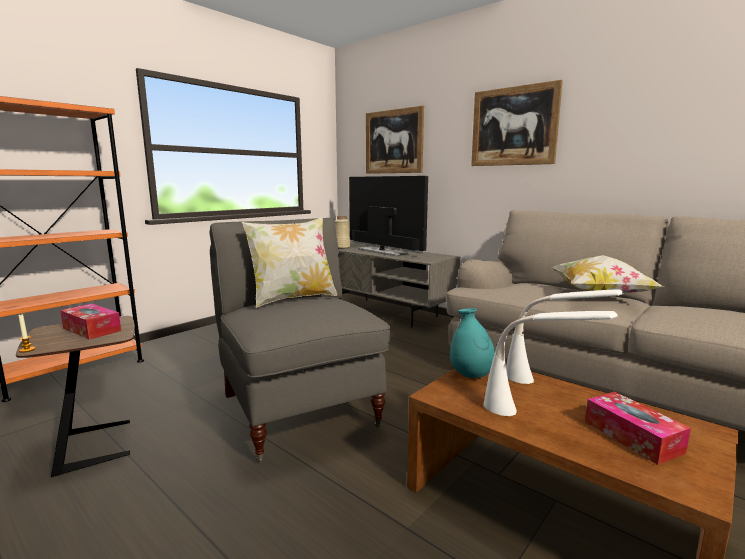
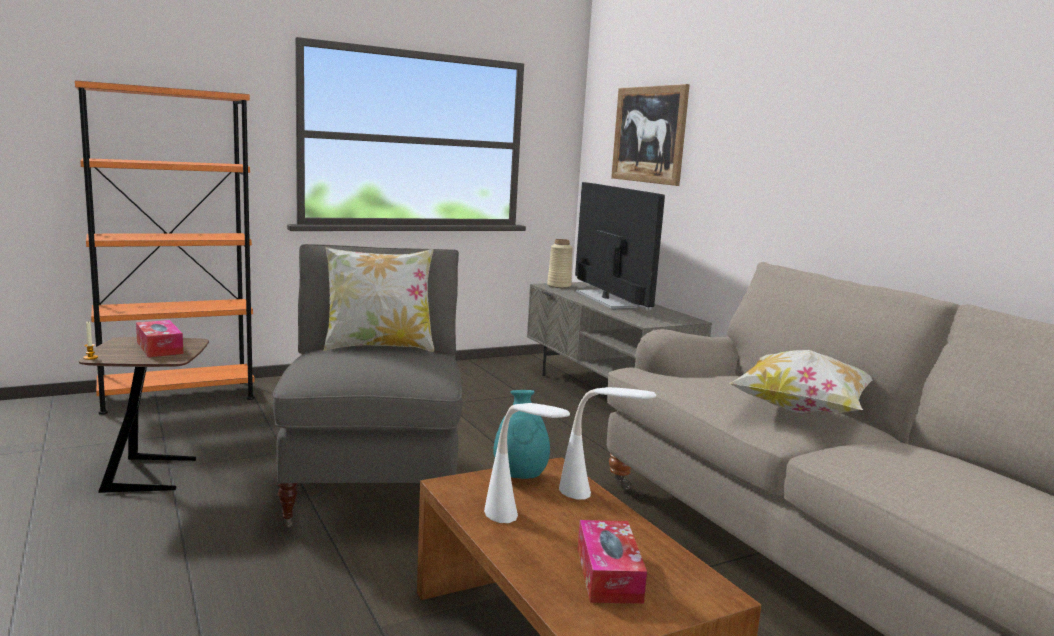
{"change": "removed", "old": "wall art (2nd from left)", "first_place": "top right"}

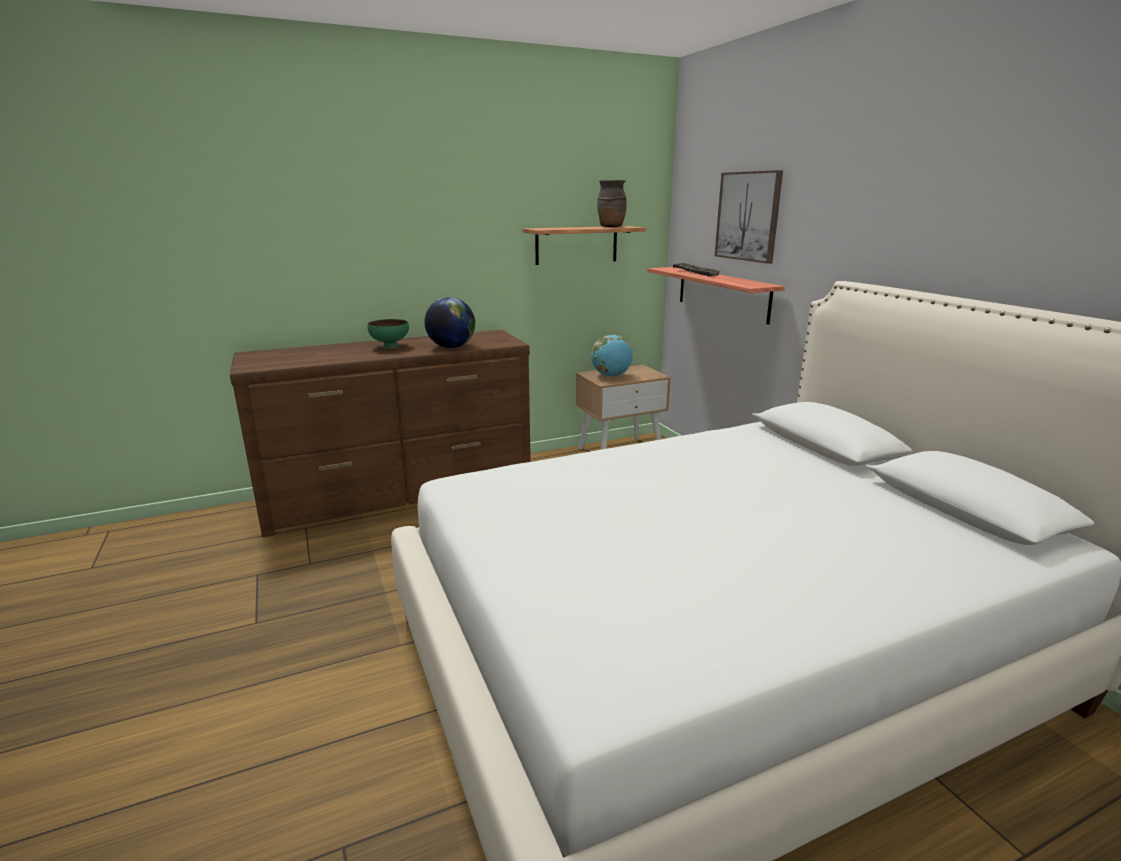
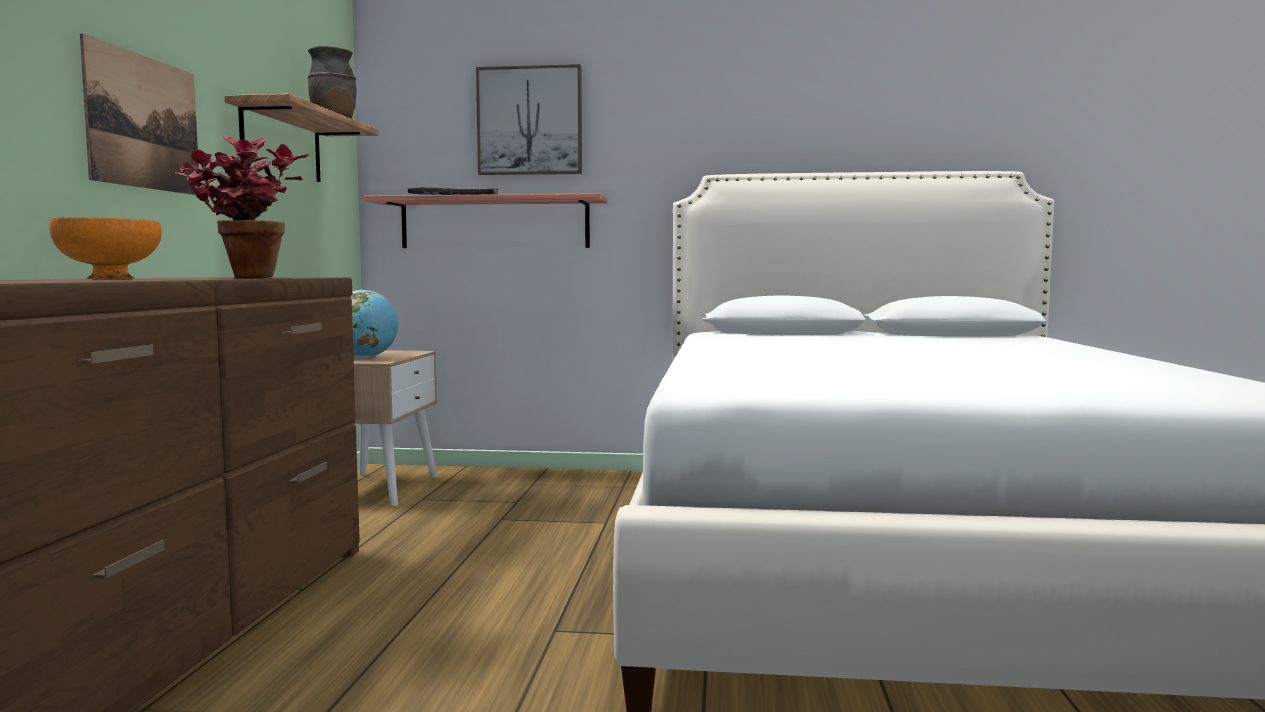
{"change": "added", "new": "wall art (1st from left)", "second_place": "top left"}
{"change": "replaced", "old": "globe (1st from left)", "new": "houseplant", "first_place": "centre", "second_place": "top left"}
{"change": "recoloured", "old": "bowl in green", "new": "bowl in orangey", "first_place": "centre", "second_place": "middle left"}

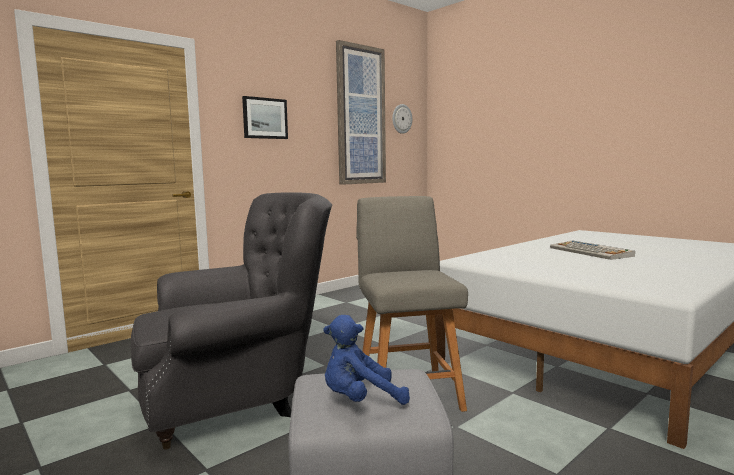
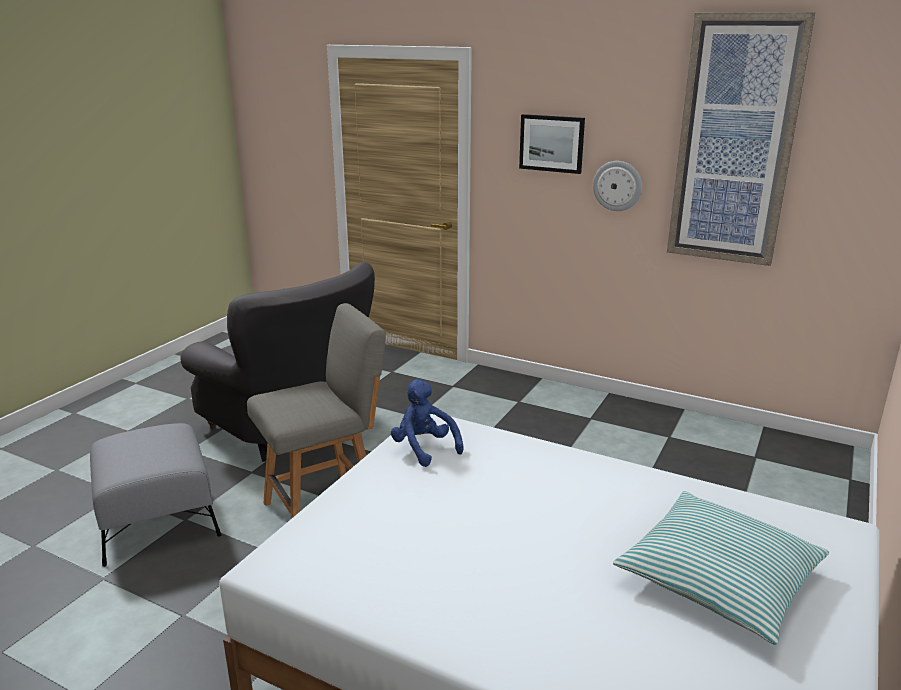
{"change": "removed", "old": "computer keyboard", "first_place": "middle right"}
{"change": "added", "new": "cushion", "second_place": "bottom right"}
{"change": "moved", "old": "cuddly toy in bluish", "first_place": "bottom centre", "second_place": "centre"}
{"change": "moved", "old": "clock on the wall", "first_place": "top centre", "second_place": "top right"}

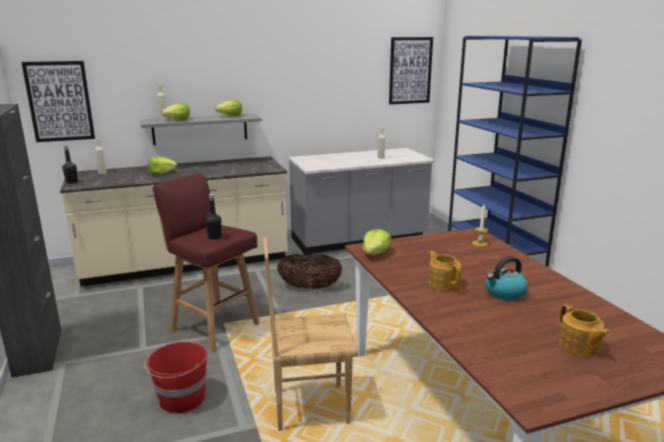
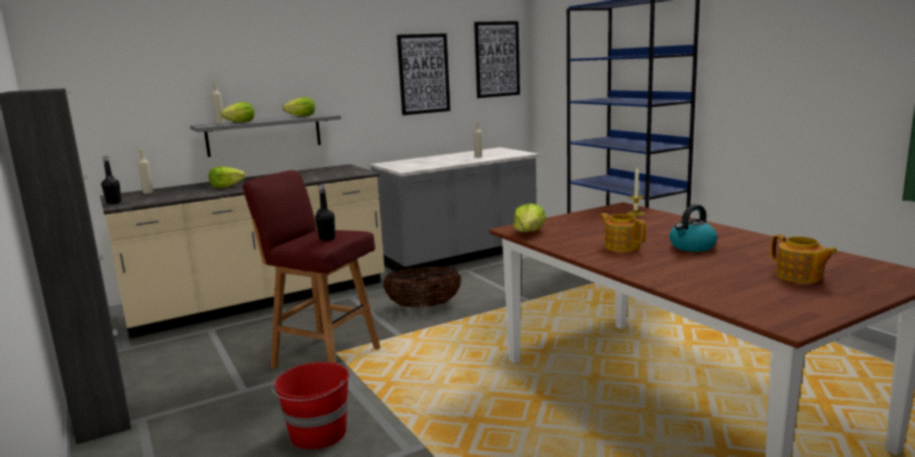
{"change": "removed", "old": "plain chair in brownish", "first_place": "bottom centre"}
{"change": "moved", "old": "wall art (1st from left)", "first_place": "top left", "second_place": "top centre"}

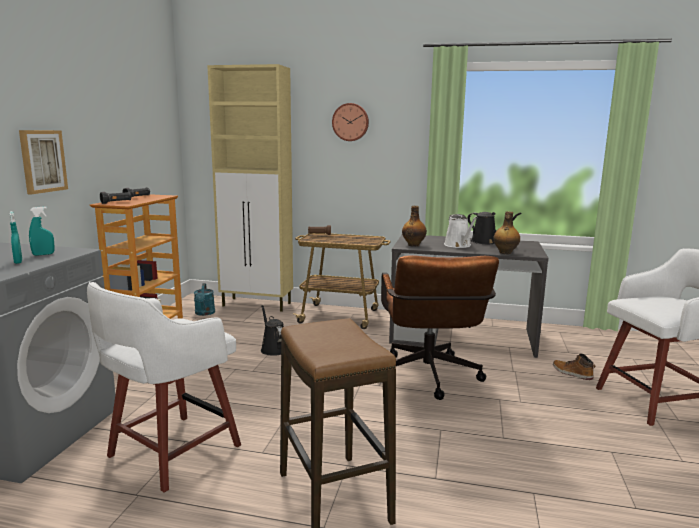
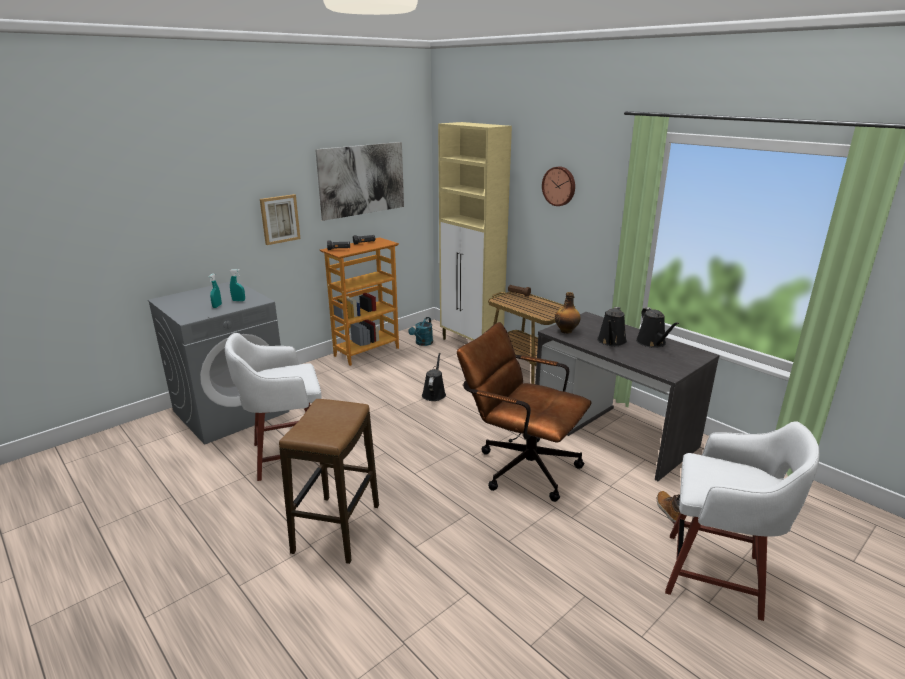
{"change": "removed", "old": "beverage bottle (2nd from left)", "first_place": "middle right"}
{"change": "added", "new": "wall art (2nd from left)", "second_place": "top centre"}
{"change": "recoloured", "old": "watering can in whitish", "new": "watering can in black (2nd from left)", "first_place": "centre", "second_place": "middle right"}
{"change": "turned", "old": "desk chair in brownish", "first_place": "centre", "second_place": "centre", "degrees": 90}

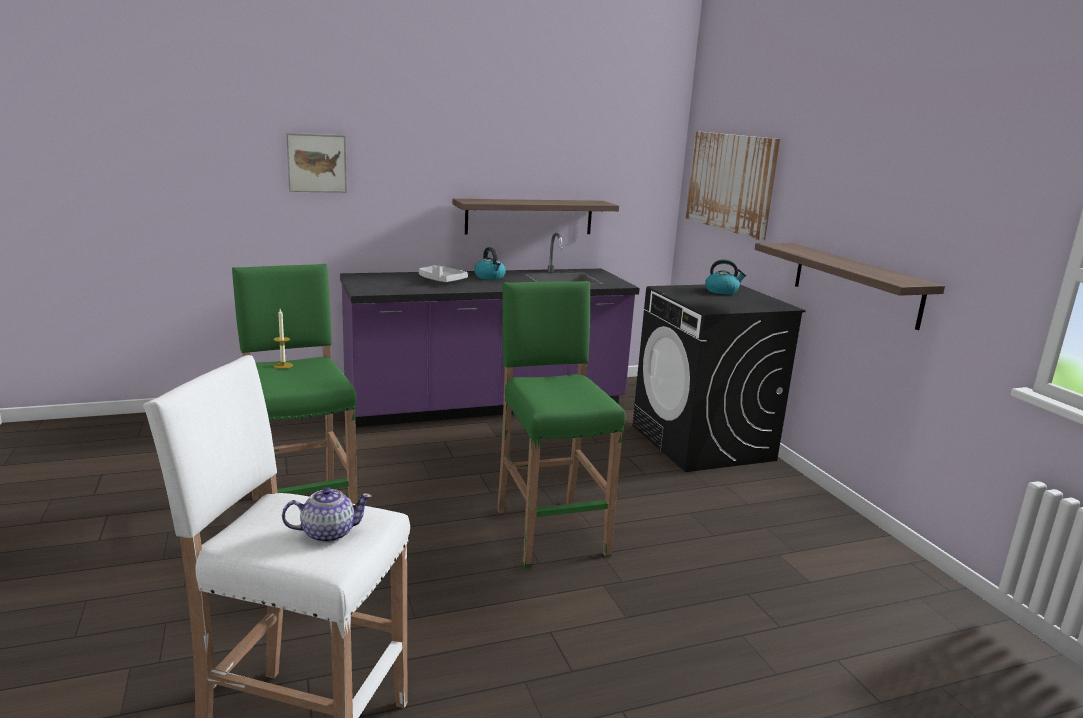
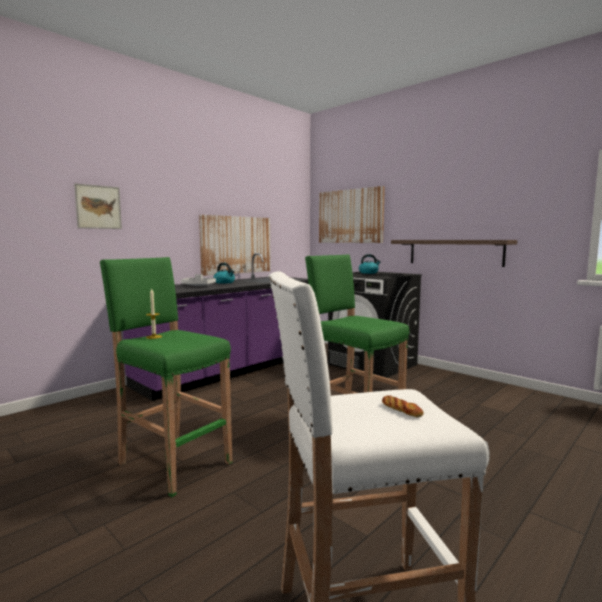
{"change": "replaced", "old": "tea pot", "new": "bread", "first_place": "bottom left", "second_place": "bottom right"}
{"change": "replaced", "old": "wall shelf (1st from left)", "new": "wall art (2nd from left)", "first_place": "top centre", "second_place": "centre"}

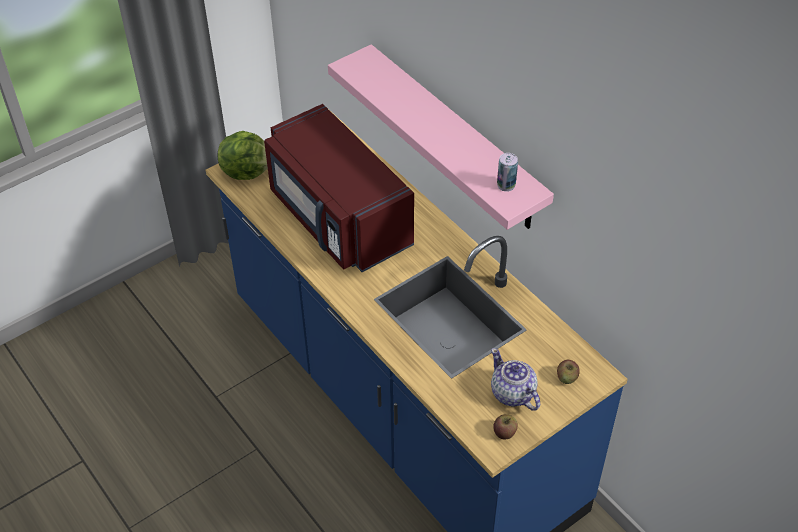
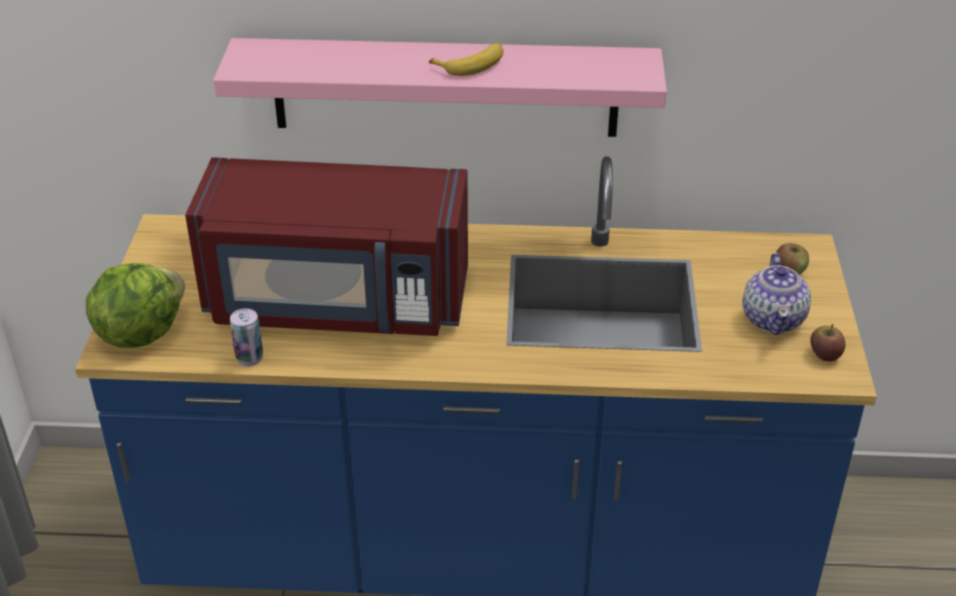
{"change": "added", "new": "whole banana", "second_place": "top centre"}
{"change": "moved", "old": "sealed can", "first_place": "top centre", "second_place": "middle left"}
{"change": "turned", "old": "tea pot", "first_place": "bottom centre", "second_place": "middle right", "degrees": -90}

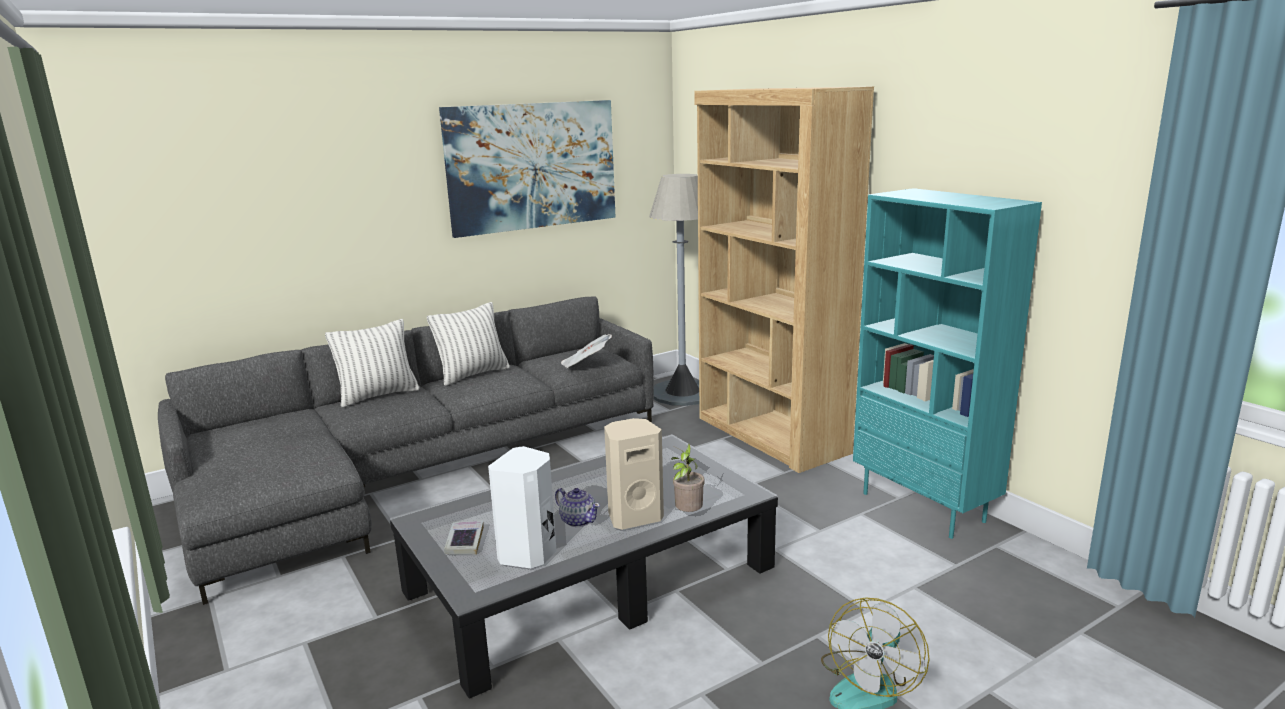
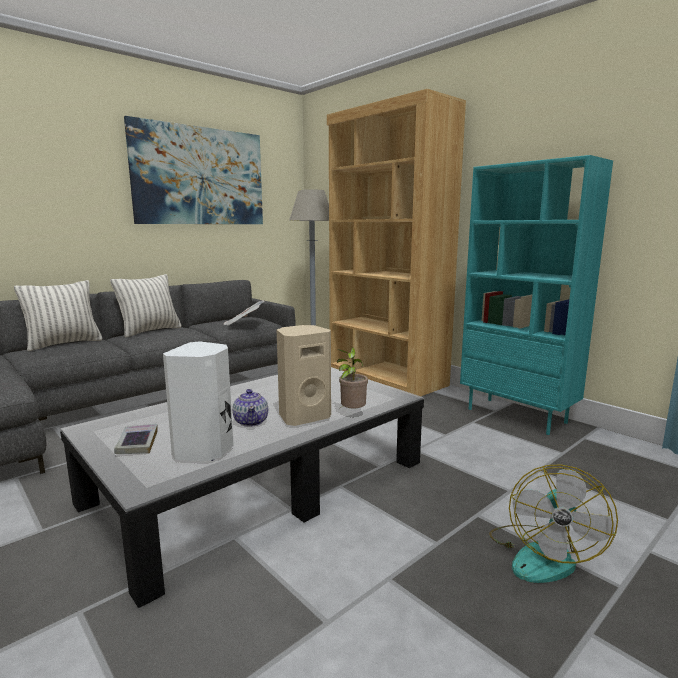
{"change": "turned", "old": "tea pot", "first_place": "bottom centre", "second_place": "centre", "degrees": 45}

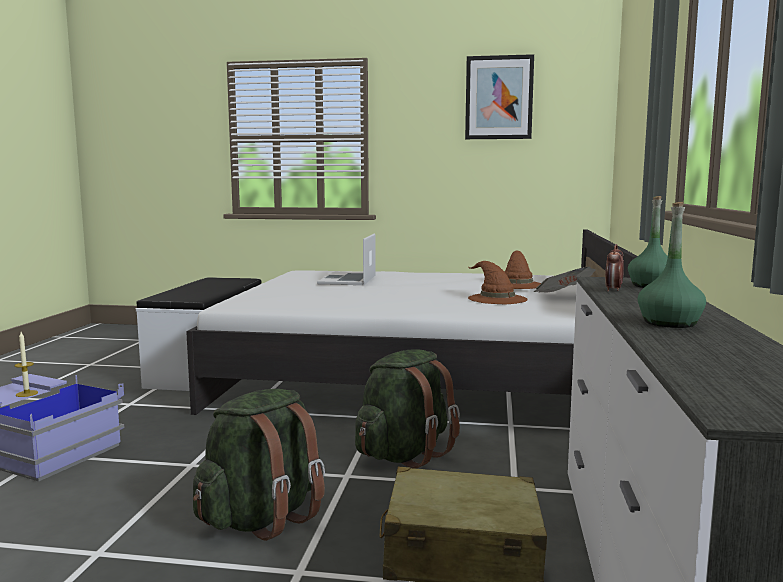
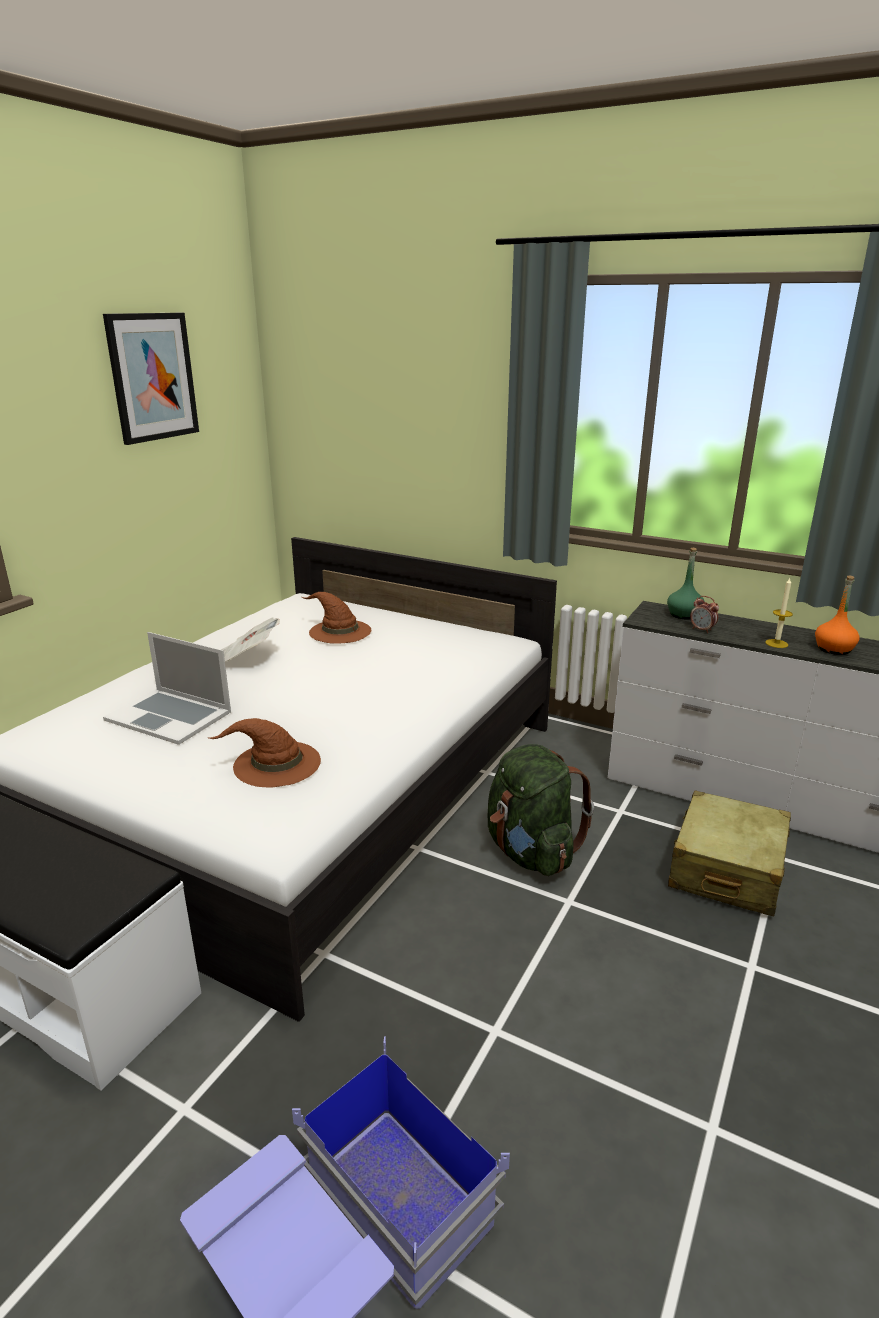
{"change": "removed", "old": "backpack in green (1st from left)", "first_place": "bottom left"}
{"change": "moved", "old": "wax light", "first_place": "middle left", "second_place": "middle right"}
{"change": "moved", "old": "clothing hat in brownish (1st from left)", "first_place": "centre", "second_place": "middle left"}
{"change": "moved", "old": "printed paper", "first_place": "middle right", "second_place": "middle left"}
{"change": "recoloured", "old": "beverage bottle in green (2nd from left)", "new": "beverage bottle in orangey", "first_place": "middle right", "second_place": "middle right"}

